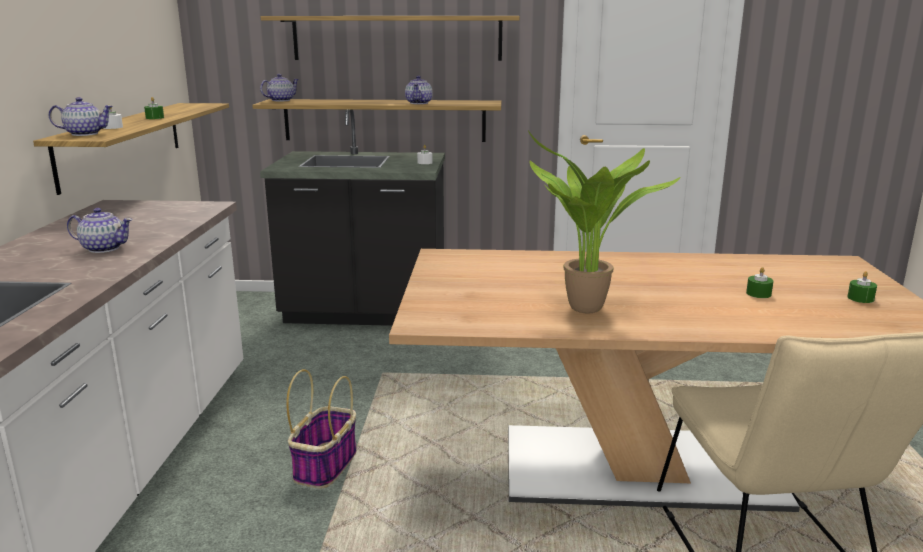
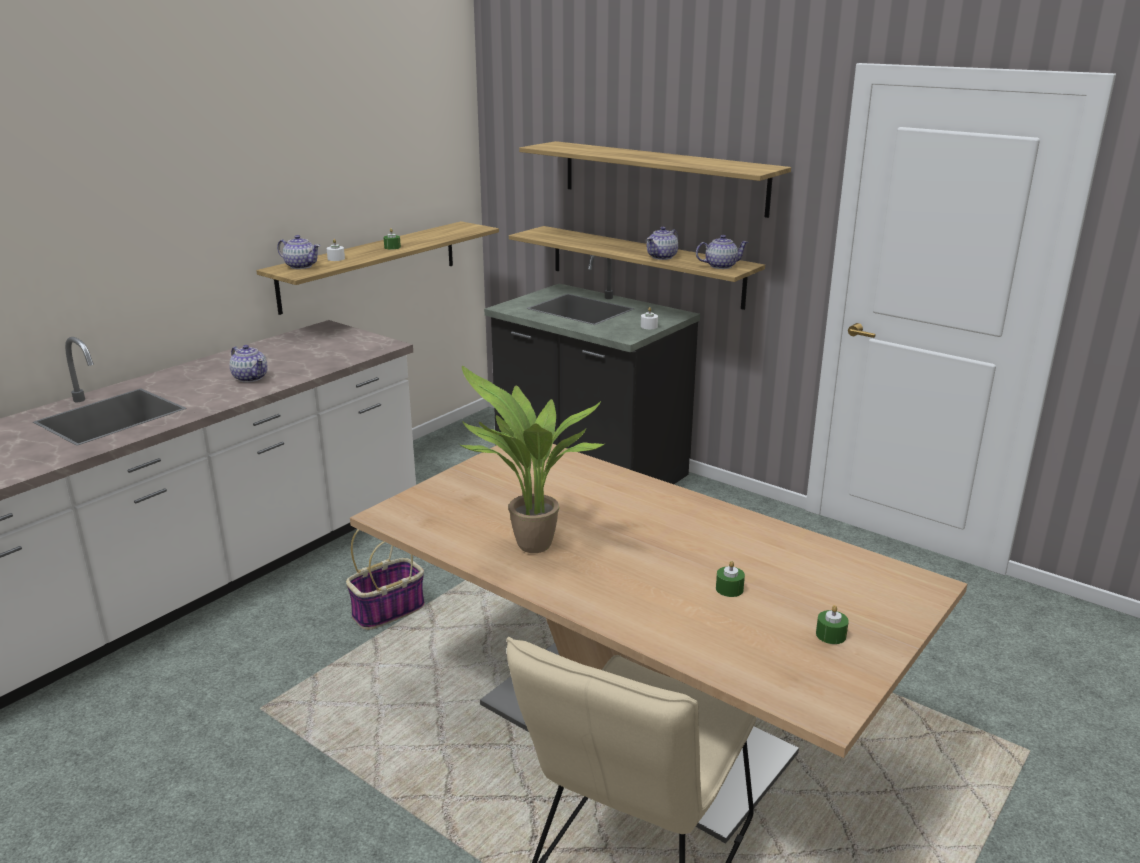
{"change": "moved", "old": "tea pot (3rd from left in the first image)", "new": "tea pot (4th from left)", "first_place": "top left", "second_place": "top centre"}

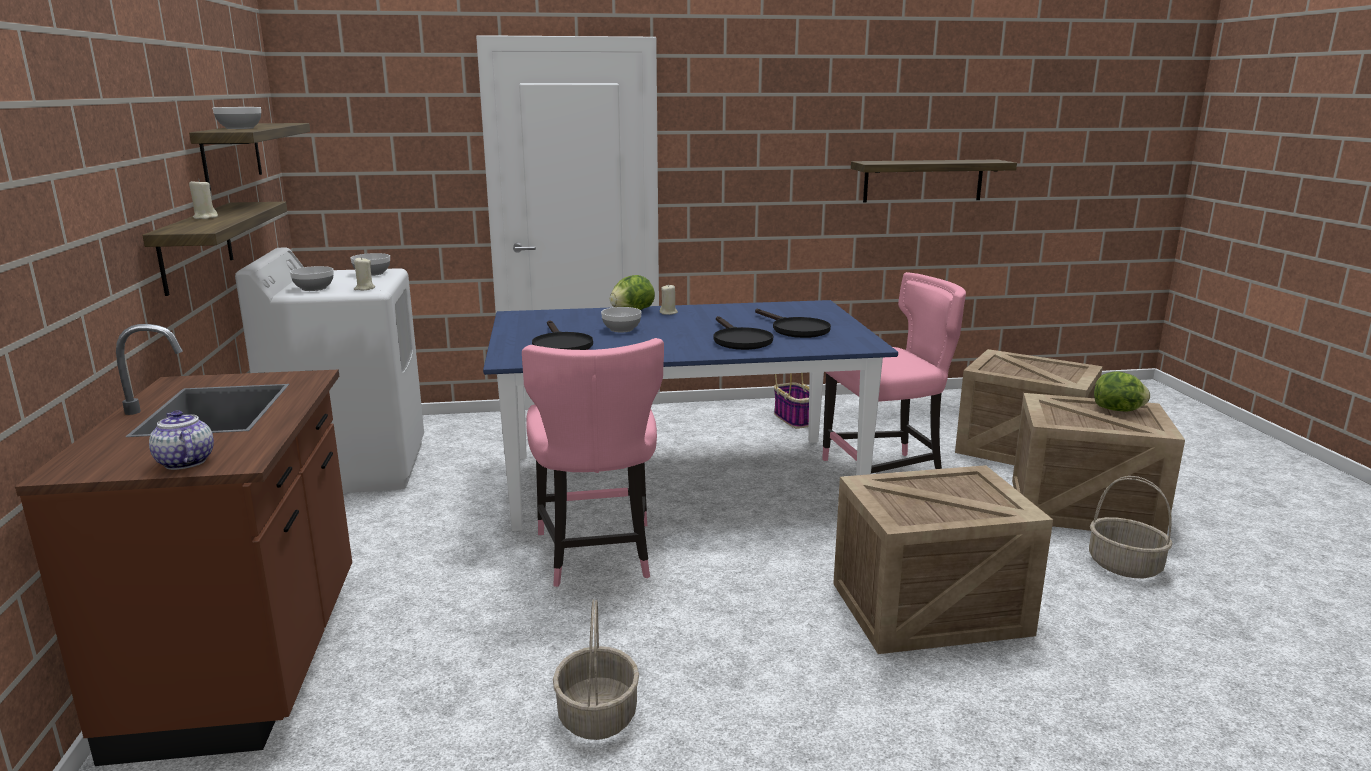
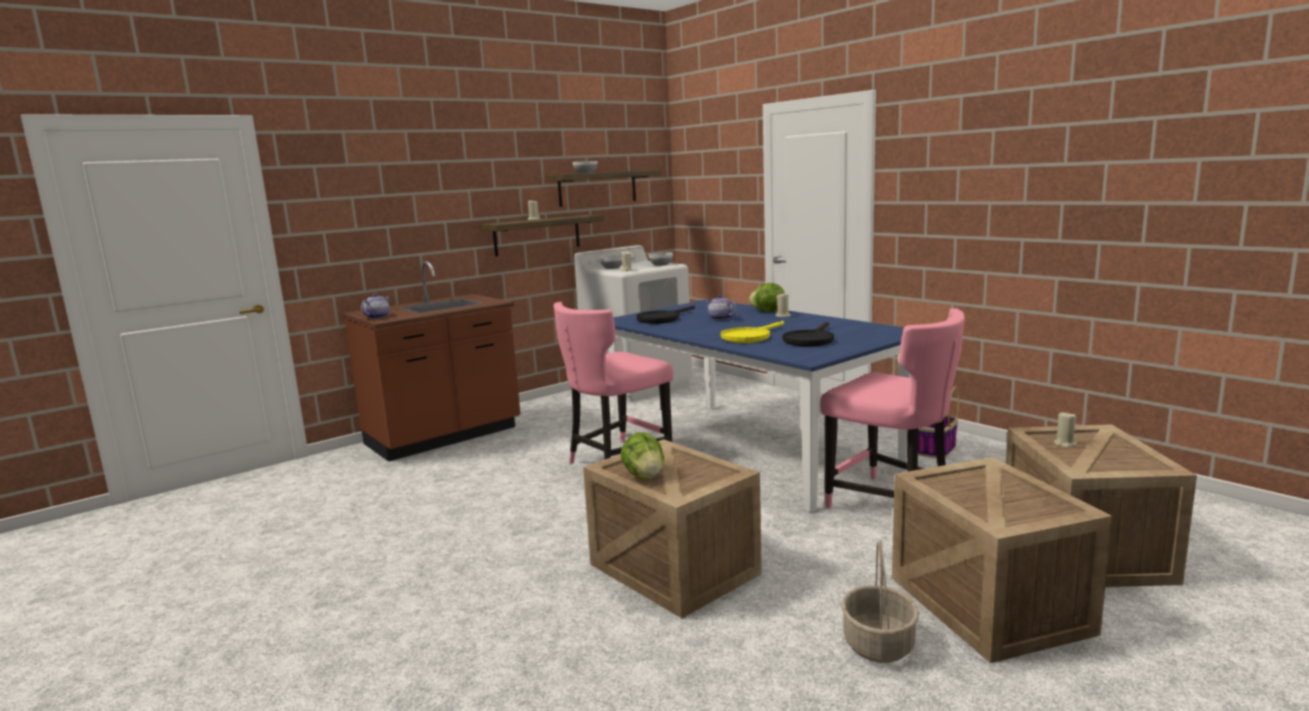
{"change": "removed", "old": "basket (1st from left)", "first_place": "bottom centre"}
{"change": "removed", "old": "wall shelf (3rd from left)", "first_place": "top right"}
{"change": "added", "new": "wax light in beige (4th from left)", "second_place": "middle right"}
{"change": "moved", "old": "lettuce (2nd from left in the first image)", "new": "lettuce (1st from left)", "first_place": "middle right", "second_place": "centre"}
{"change": "replaced", "old": "bowl (4th from left)", "new": "tea pot (2nd from left)", "first_place": "centre", "second_place": "centre"}
{"change": "recoloured", "old": "pan in black (2nd from left)", "new": "pan in yellow-coloured", "first_place": "centre", "second_place": "centre"}

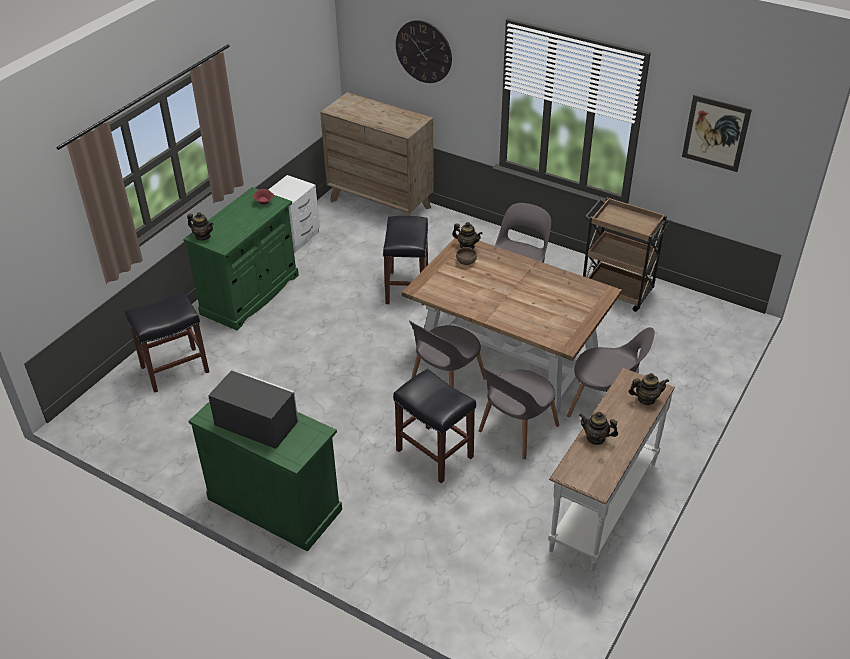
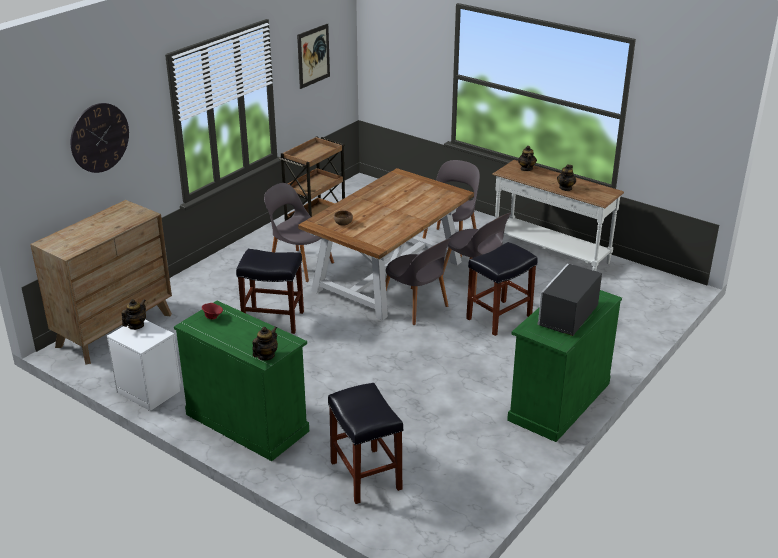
{"change": "moved", "old": "tea pot (2nd from left in the first image)", "new": "tea pot (1st from left)", "first_place": "centre", "second_place": "middle left"}

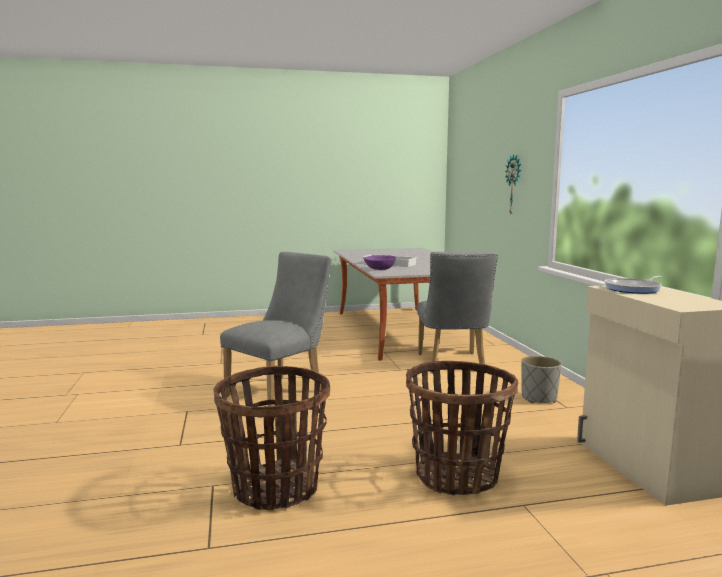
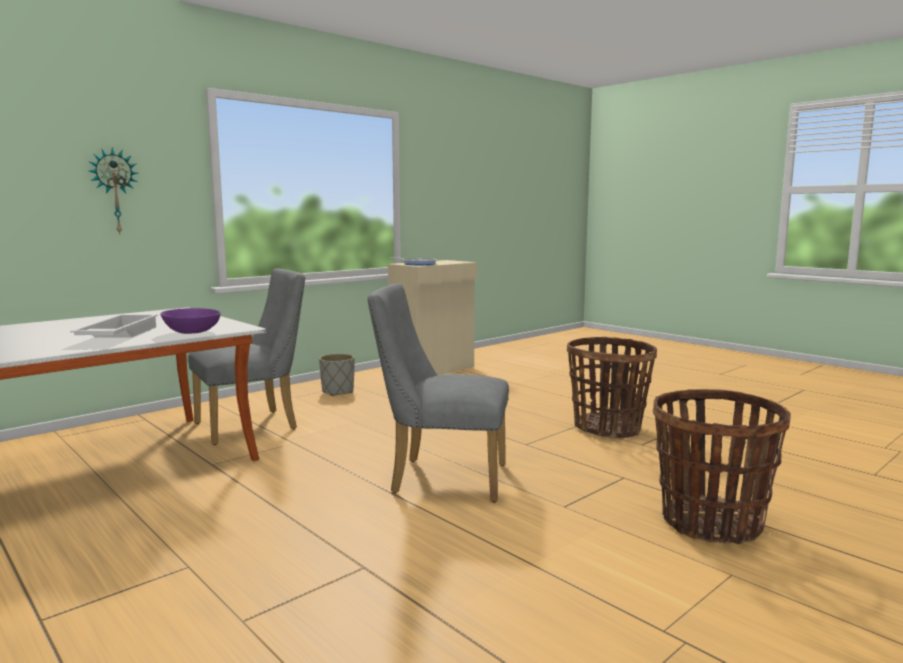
{"change": "moved", "old": "basket (2nd from left)", "first_place": "bottom centre", "second_place": "bottom right"}

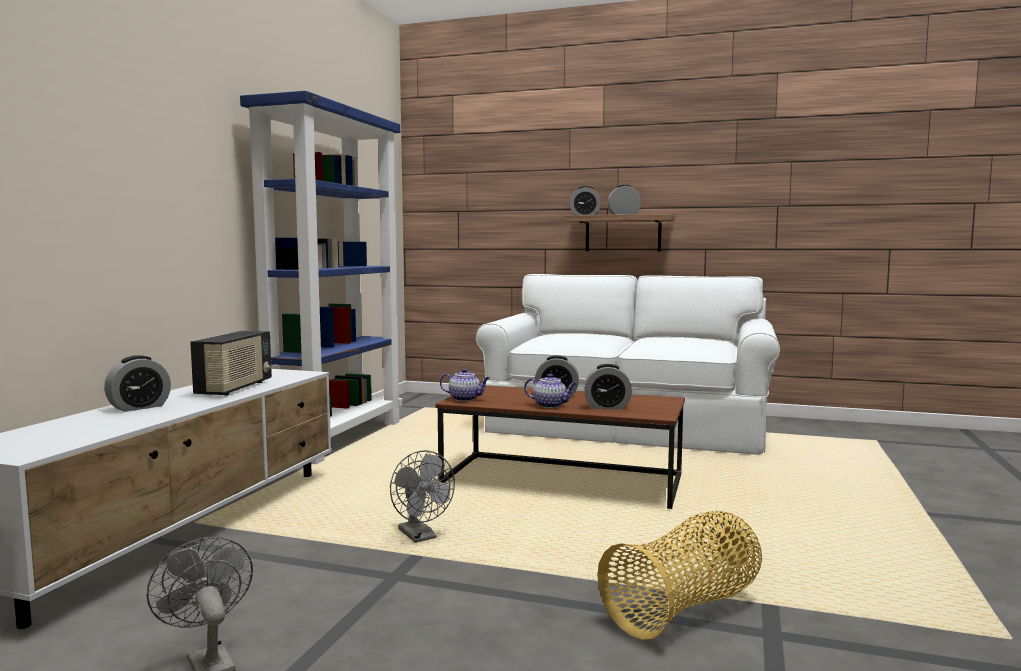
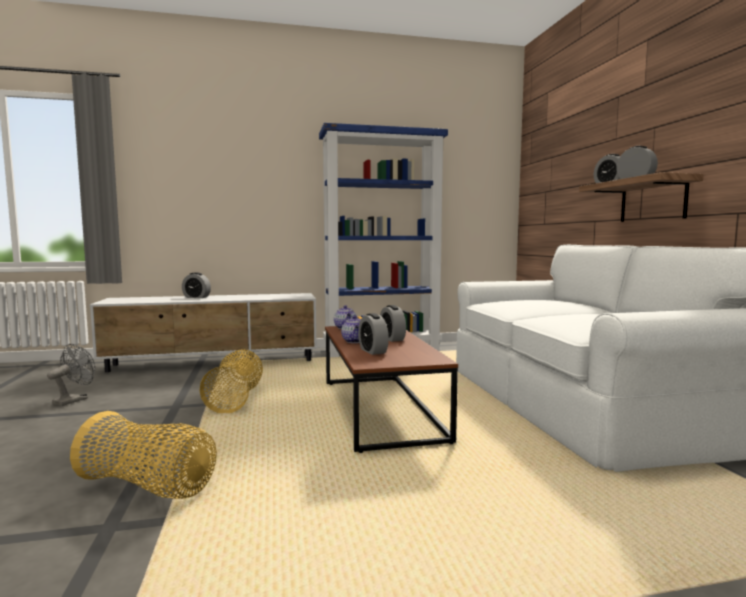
{"change": "removed", "old": "radio set", "first_place": "middle left"}
{"change": "replaced", "old": "cooling fan in gray (2nd from left)", "new": "basket (2nd from left)", "first_place": "bottom centre", "second_place": "middle left"}

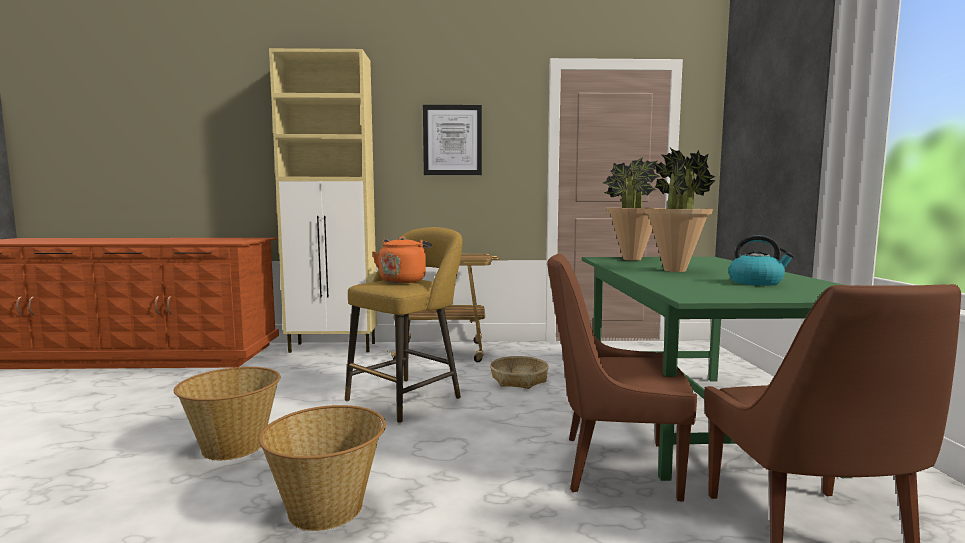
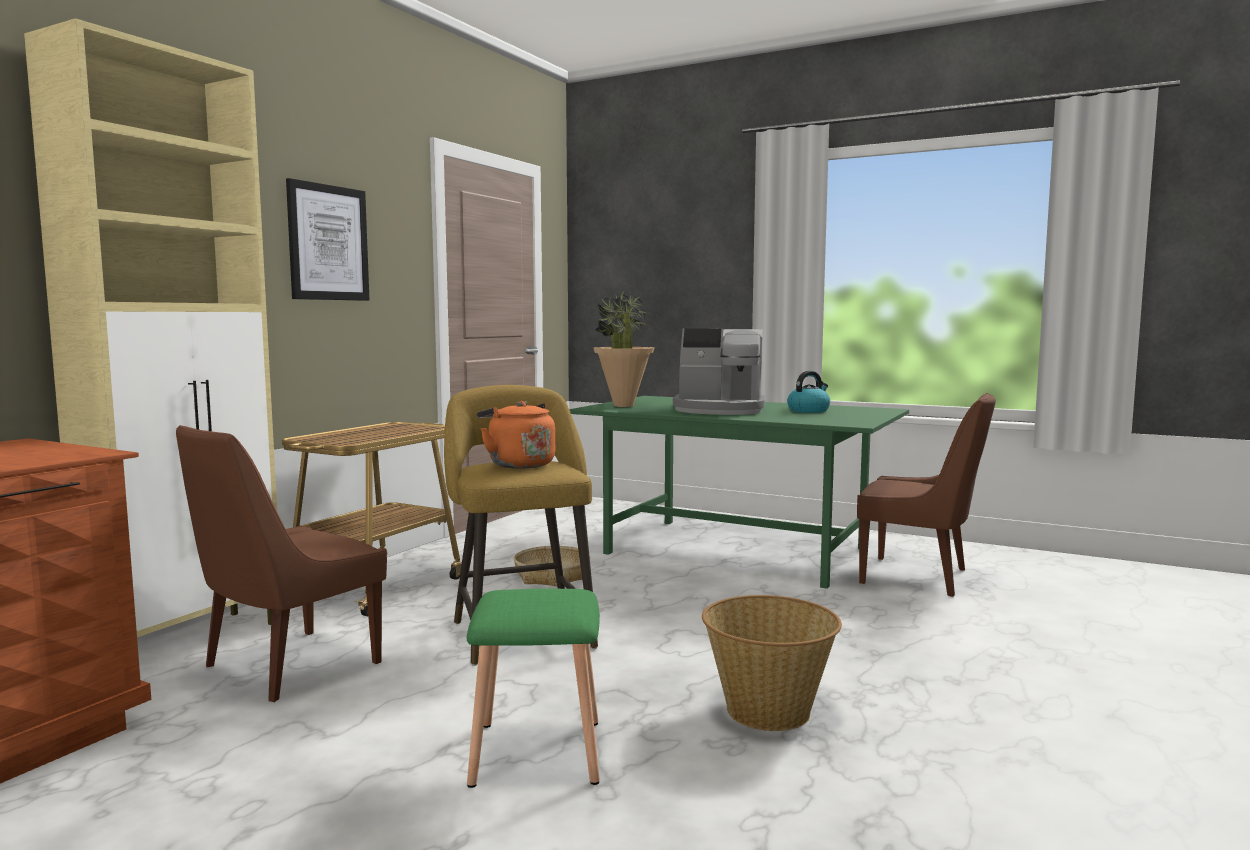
{"change": "moved", "old": "plain chair in brownish (1st from left)", "first_place": "bottom centre", "second_place": "middle left"}
{"change": "replaced", "old": "basket (1st from left)", "new": "sitting stool in green", "first_place": "bottom left", "second_place": "bottom centre"}
{"change": "replaced", "old": "houseplant (2nd from left)", "new": "coffee machine", "first_place": "middle right", "second_place": "centre"}

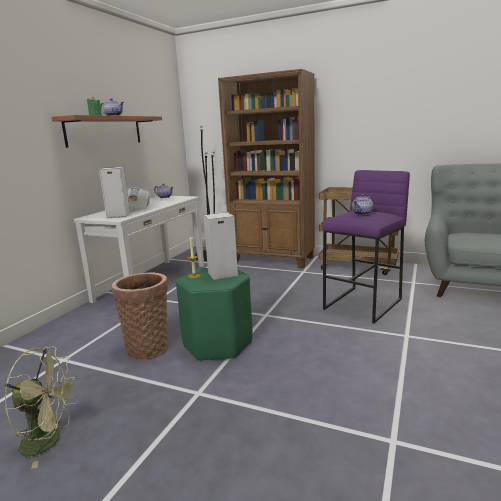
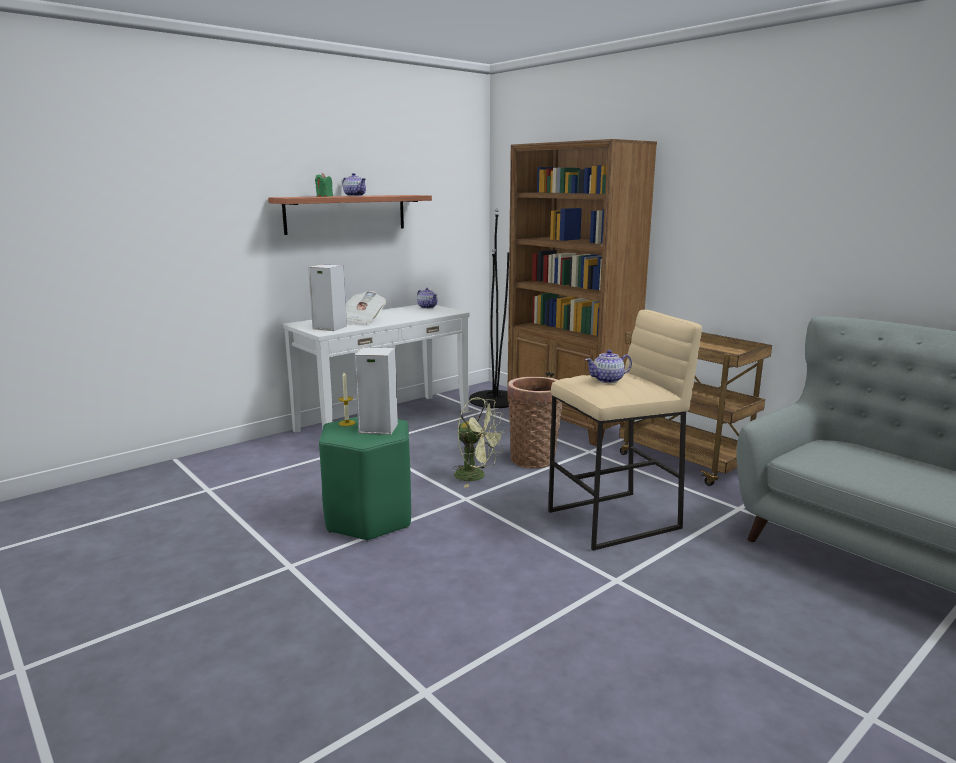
{"change": "moved", "old": "cooling fan in green", "first_place": "bottom left", "second_place": "centre"}
{"change": "moved", "old": "basket", "first_place": "middle left", "second_place": "centre"}
{"change": "recoloured", "old": "sitting stool in purple-coloured", "new": "sitting stool in beige", "first_place": "middle right", "second_place": "centre"}

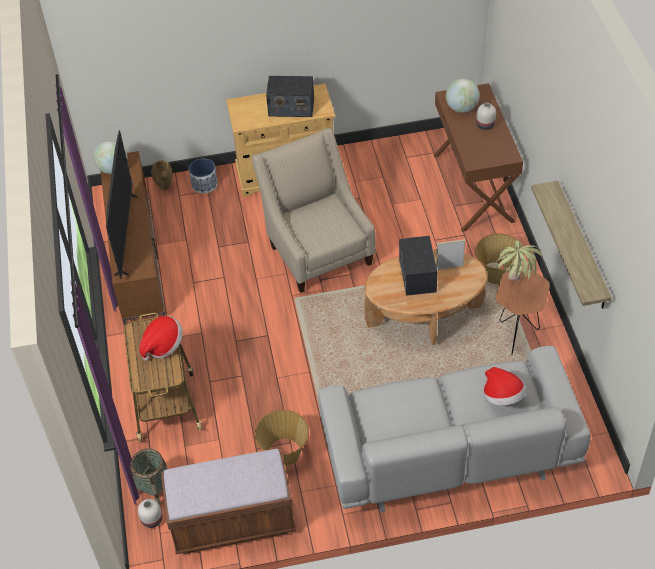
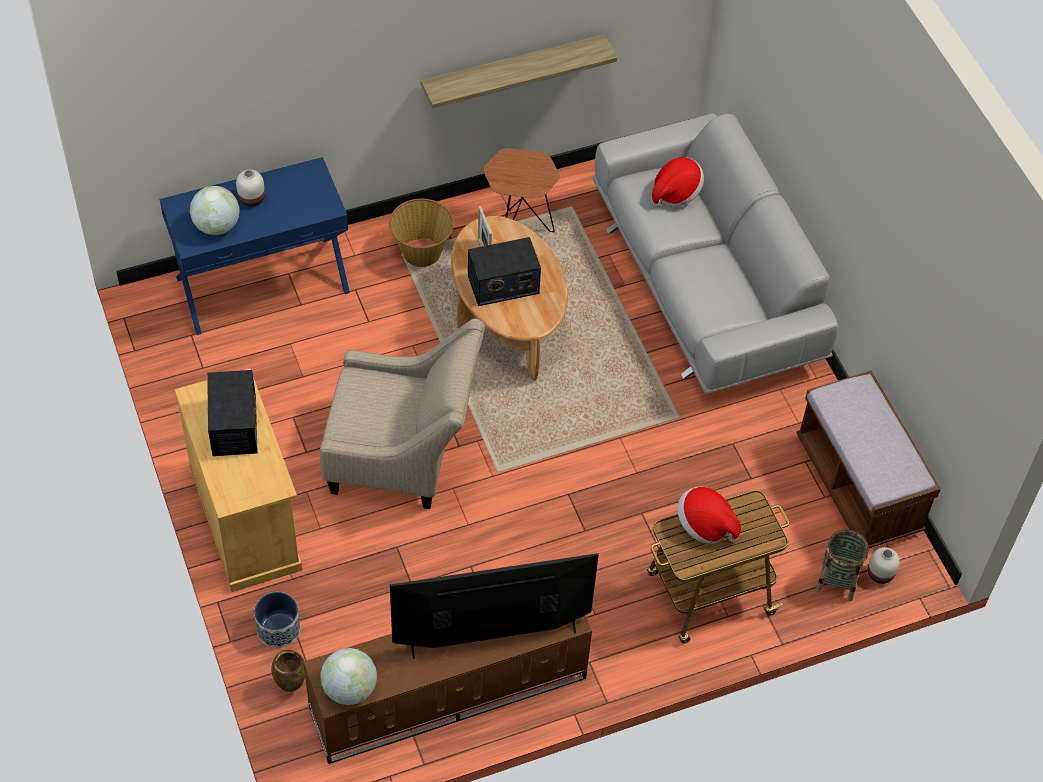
{"change": "removed", "old": "basket (2nd from left)", "first_place": "bottom centre"}
{"change": "removed", "old": "houseplant", "first_place": "middle right"}
{"change": "recoloured", "old": "console table in brownish", "new": "console table in bluish", "first_place": "top right", "second_place": "top left"}
{"change": "turned", "old": "lounge chair in beige", "first_place": "centre", "second_place": "centre", "degrees": -135}

